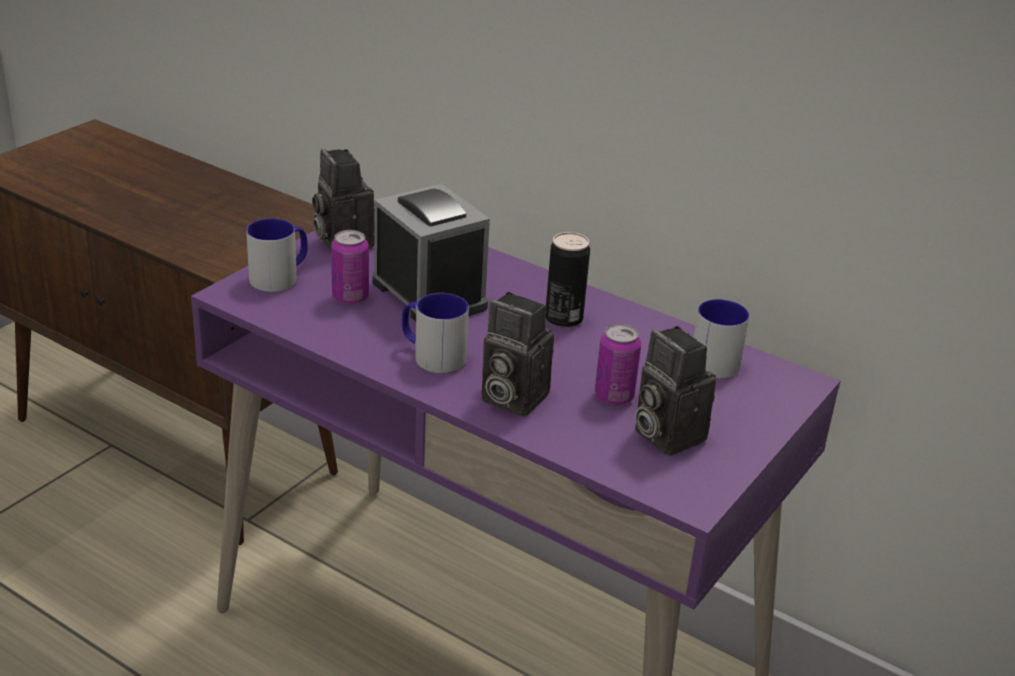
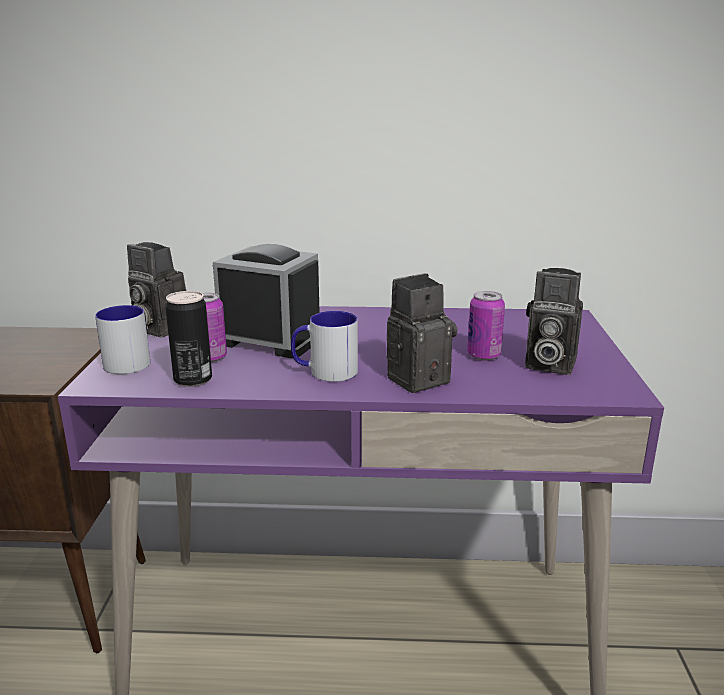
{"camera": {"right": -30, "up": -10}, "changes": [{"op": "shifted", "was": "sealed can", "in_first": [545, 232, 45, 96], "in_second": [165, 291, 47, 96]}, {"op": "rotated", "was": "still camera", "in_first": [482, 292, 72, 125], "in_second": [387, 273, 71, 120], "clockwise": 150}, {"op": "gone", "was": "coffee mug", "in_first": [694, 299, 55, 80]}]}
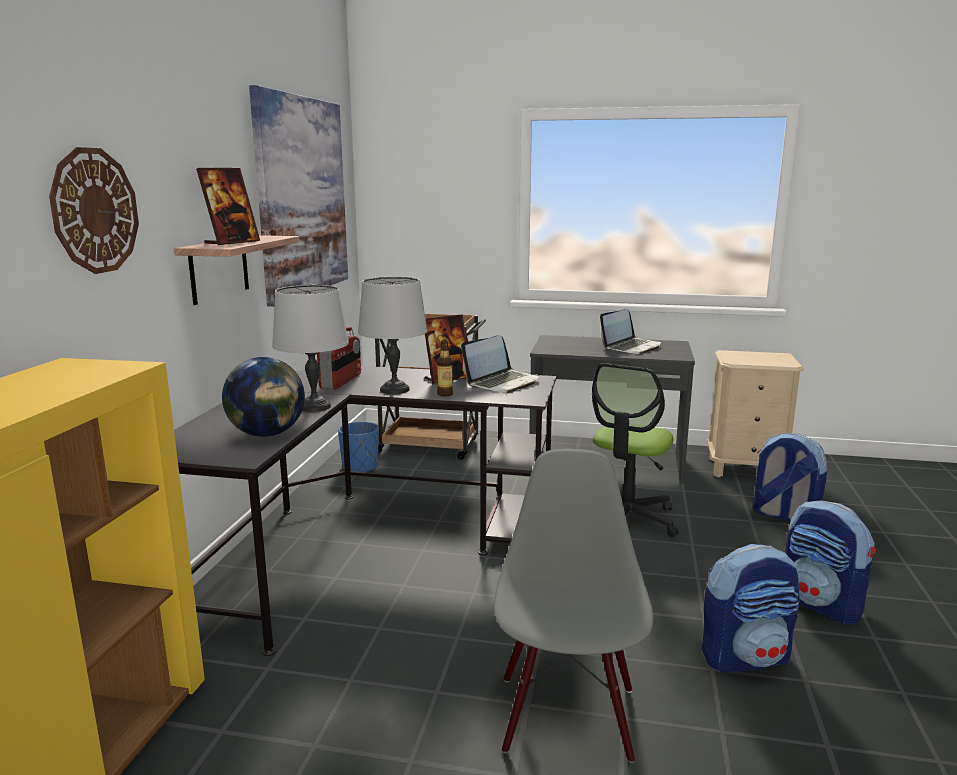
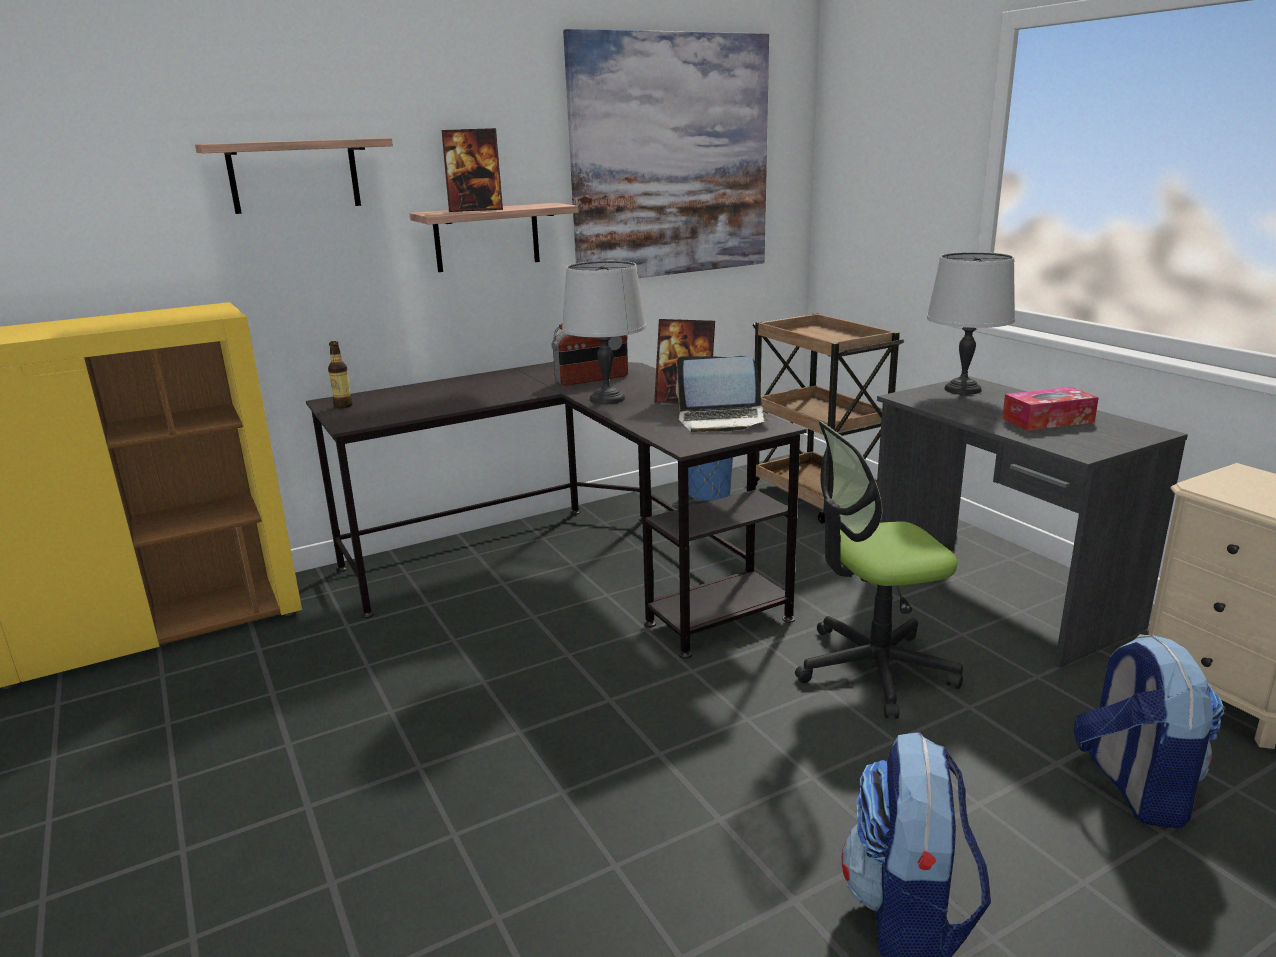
{"camera": {"right": 50, "up": 5}, "changes": [{"op": "swapped", "was": "clock on the wall", "now": "wall shelf", "in_first": [49, 147, 90, 127], "in_second": [195, 138, 198, 76]}, {"op": "shifted", "was": "drink bottle", "in_first": [437, 339, 16, 58], "in_second": [328, 341, 25, 67]}, {"op": "shifted", "was": "greyish lamp for a table", "in_first": [272, 285, 77, 127], "in_second": [927, 252, 88, 143]}, {"op": "swapped", "was": "notebook computer", "now": "box of tissues", "in_first": [600, 309, 61, 45], "in_second": [1002, 387, 97, 44]}, {"op": "gone", "was": "world globe", "in_first": [222, 357, 83, 80]}, {"op": "gone", "was": "greyish chair", "in_first": [494, 449, 160, 314]}, {"op": "gone", "was": "backpack", "in_first": [702, 544, 98, 129]}]}
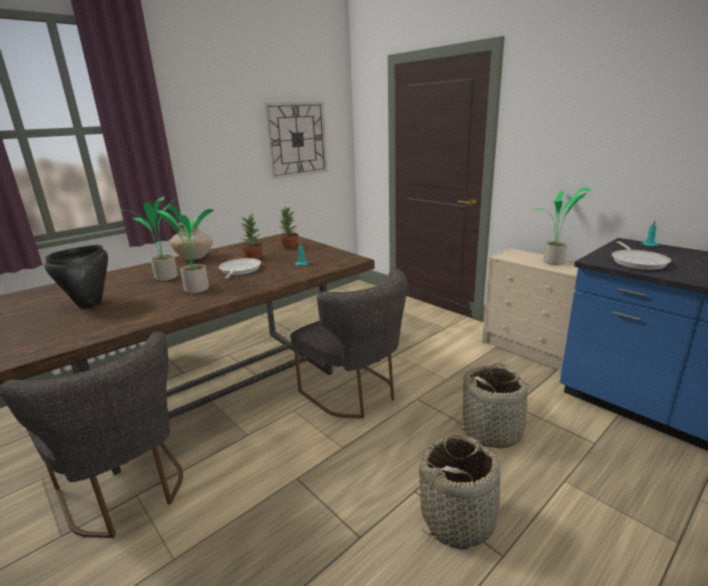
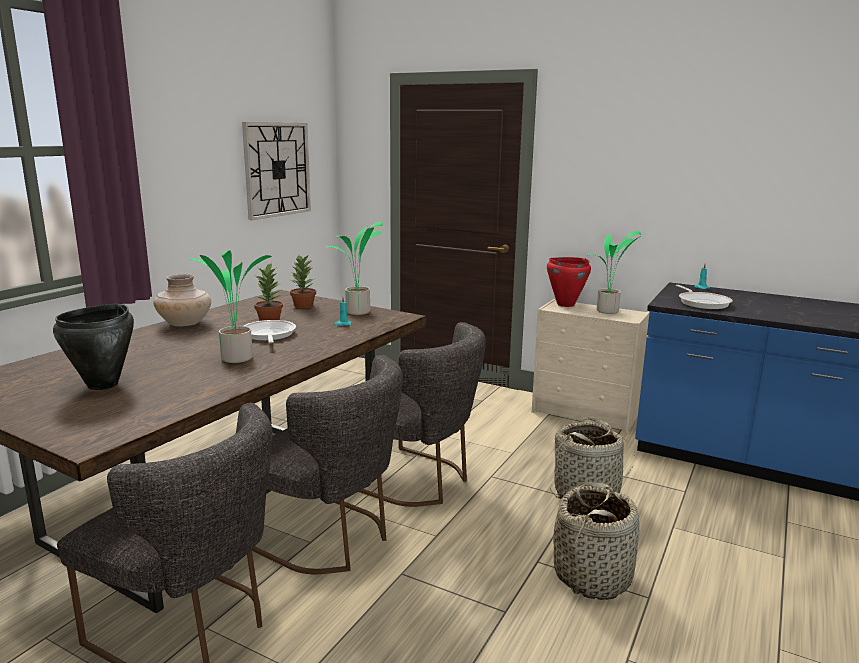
{"camera": {"right": -20, "up": -5}, "changes": [{"op": "new", "now": "greyish chair", "in_second": [252, 355, 151, 219]}, {"op": "shifted", "was": "plant in a pot", "in_first": [119, 197, 59, 84], "in_second": [327, 222, 56, 93]}, {"op": "new", "now": "red stockpot", "in_second": [547, 257, 44, 50]}]}
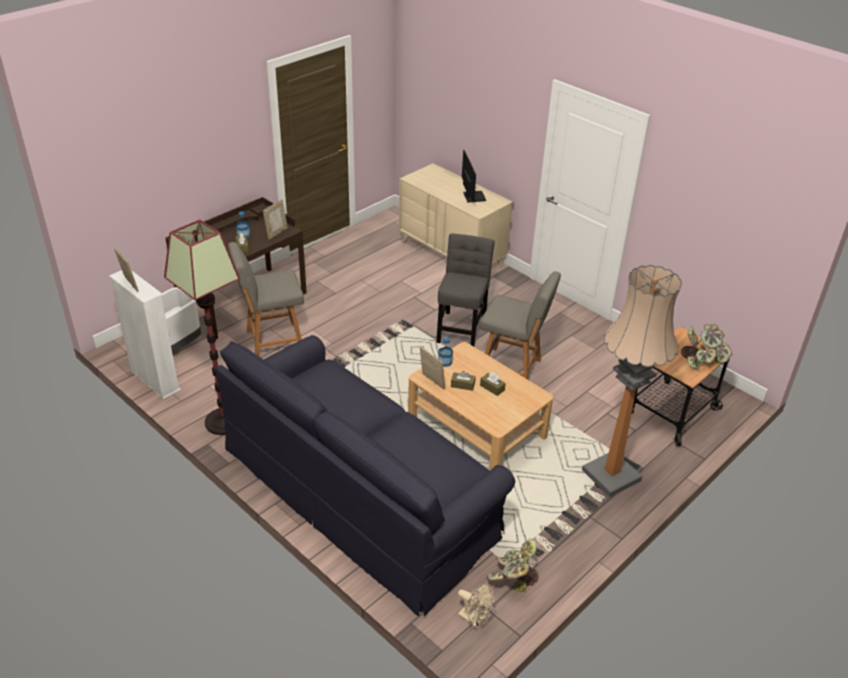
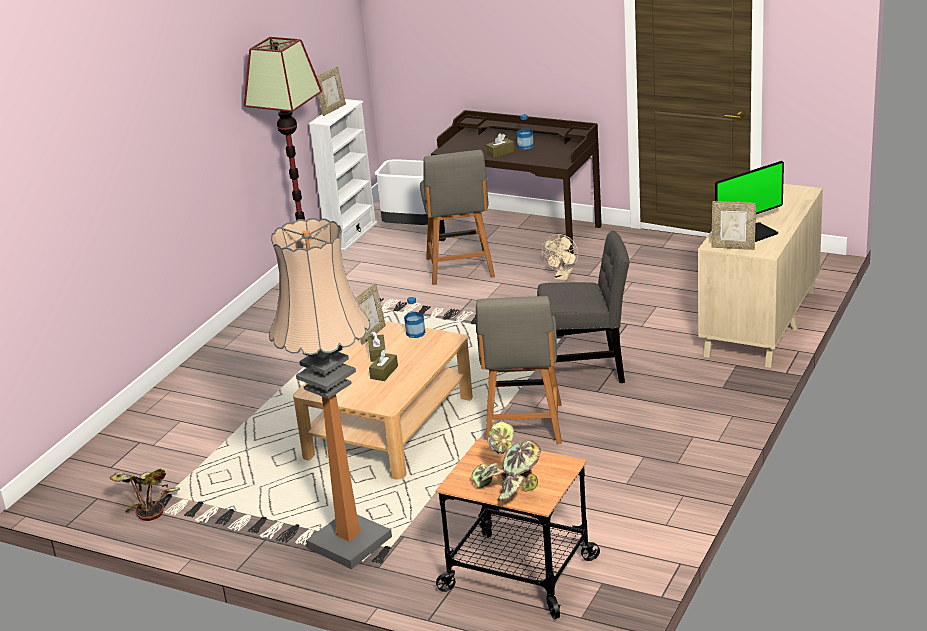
{"camera": {"right": 75, "up": -10}, "changes": [{"op": "rotated", "was": "greyish chair", "in_first": [228, 242, 76, 114], "in_second": [420, 150, 75, 135], "clockwise": -150}, {"op": "shifted", "was": "sand-coloured cooling fan", "in_first": [458, 584, 37, 44], "in_second": [542, 234, 36, 47]}, {"op": "shifted", "was": "photo frame", "in_first": [263, 199, 25, 40], "in_second": [711, 201, 45, 49]}, {"op": "gone", "was": "black sofa", "in_first": [215, 335, 300, 281]}]}
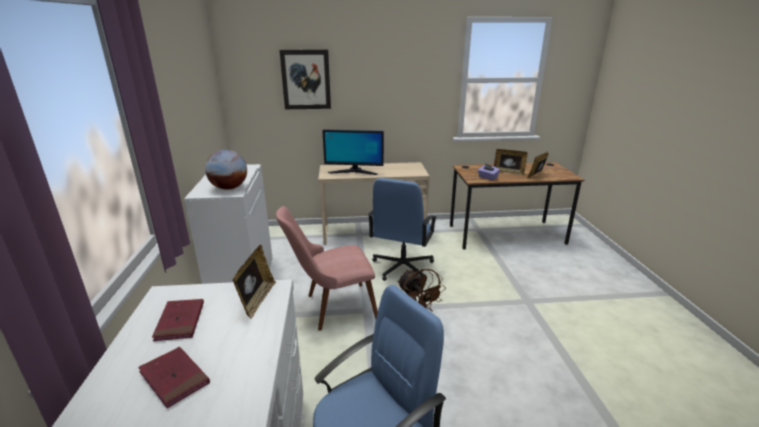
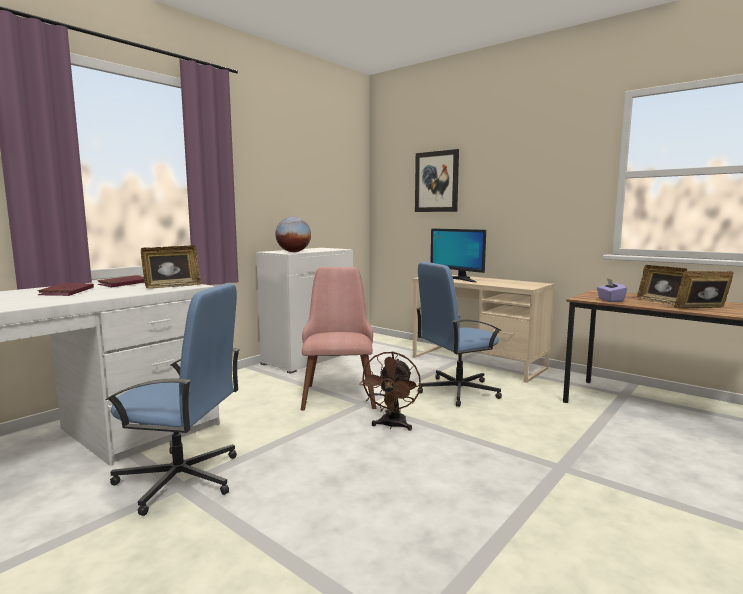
{"camera": {"right": 45, "up": -15}, "changes": [{"op": "rotated", "was": "pink-coloured chair", "in_first": [276, 206, 102, 125], "in_second": [301, 267, 75, 144], "clockwise": 60}]}
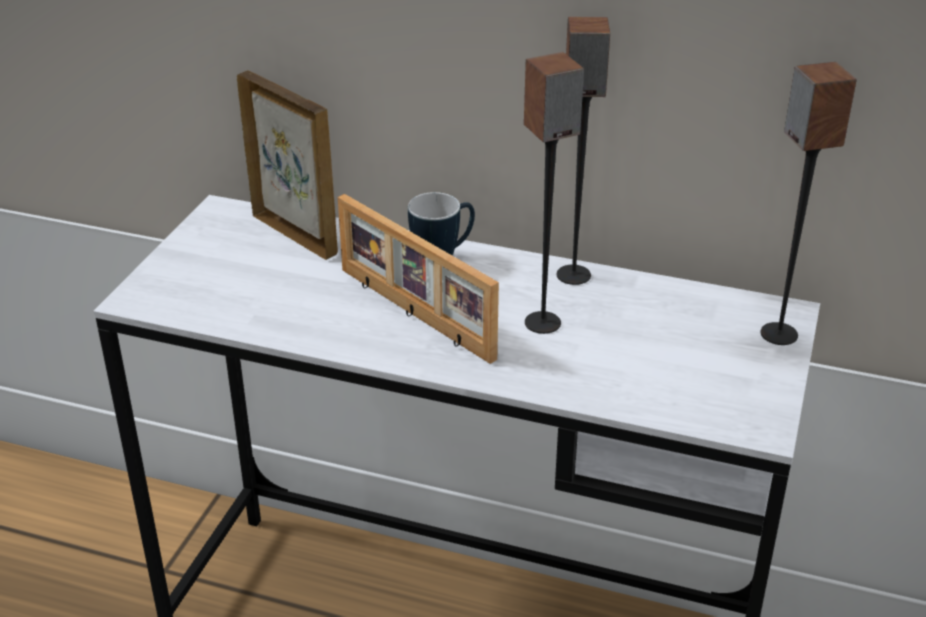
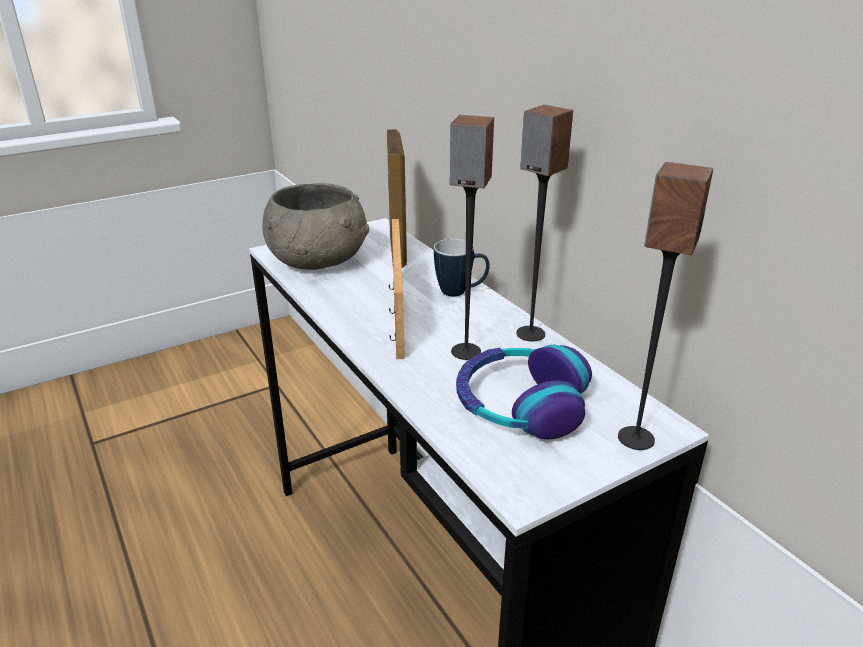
{"camera": {"right": 40, "up": -5}, "changes": [{"op": "new", "now": "greyish serving bowl", "in_second": [262, 183, 107, 87]}, {"op": "new", "now": "headphones", "in_second": [456, 345, 136, 94]}]}
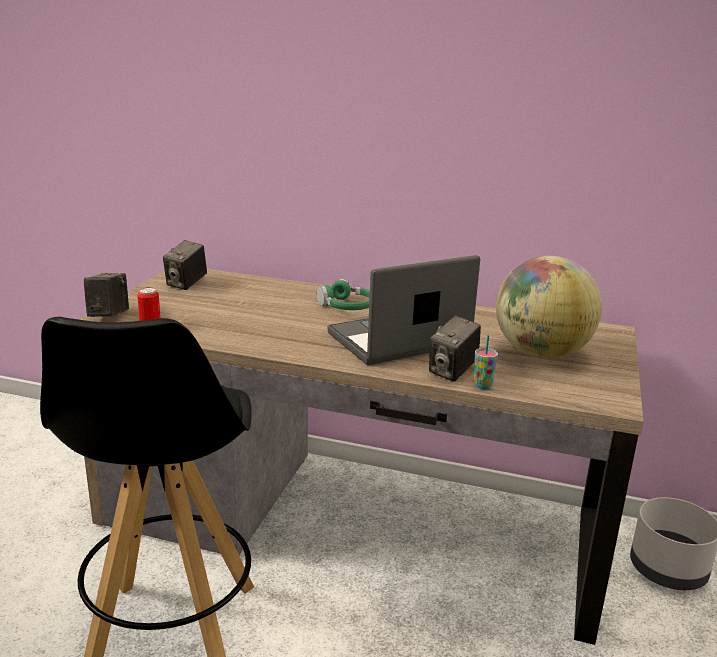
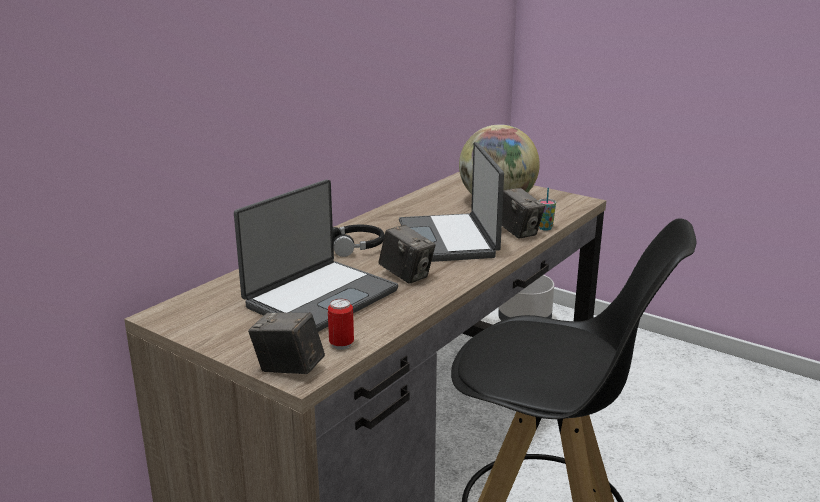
{"camera": {"right": -70, "up": 0}, "changes": [{"op": "new", "now": "notebook computer", "in_second": [234, 179, 164, 153]}, {"op": "repainted", "was": "greenish headphones", "now": "black headphones", "in_first": [317, 279, 53, 31], "in_second": [333, 225, 52, 32]}, {"op": "shifted", "was": "still camera", "in_first": [163, 240, 44, 50], "in_second": [378, 225, 57, 58]}]}
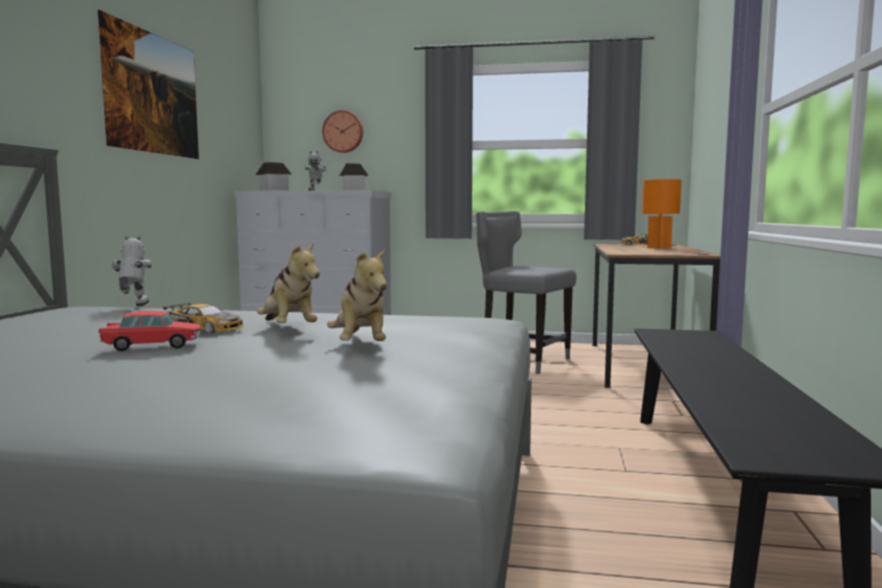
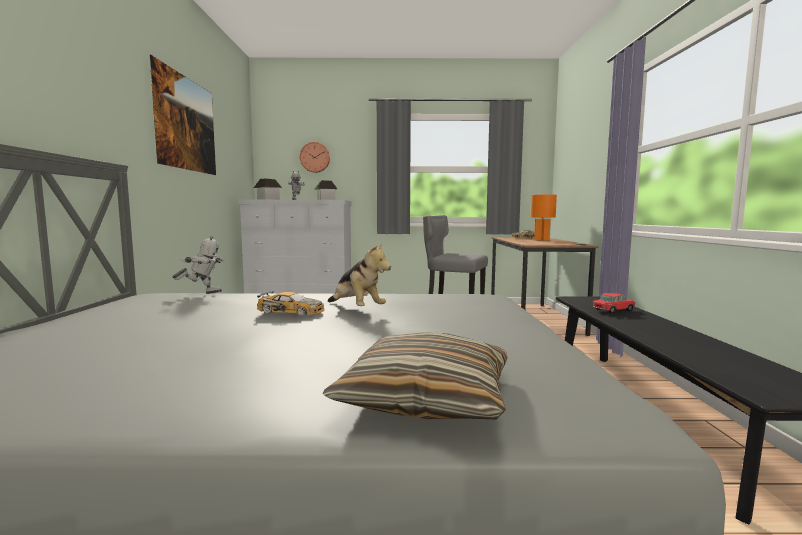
{"camera": {"right": -10, "up": 0}, "changes": [{"op": "rotated", "was": "toy robot", "in_first": [111, 235, 41, 71], "in_second": [172, 236, 53, 58], "clockwise": 90}, {"op": "new", "now": "throw pillow", "in_second": [323, 332, 185, 88]}, {"op": "shifted", "was": "model car", "in_first": [99, 311, 102, 40], "in_second": [592, 293, 44, 21]}, {"op": "gone", "was": "plush toy", "in_first": [327, 248, 60, 93]}]}
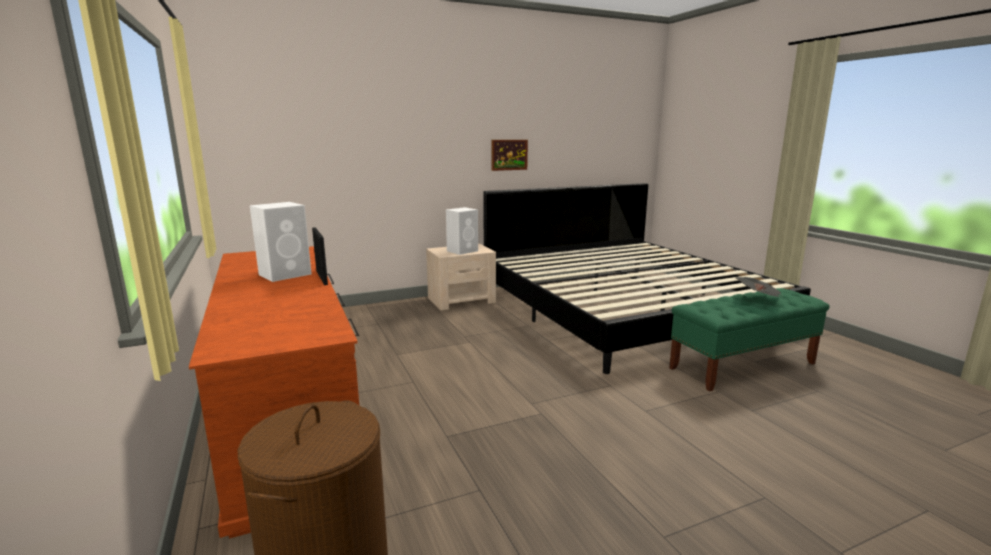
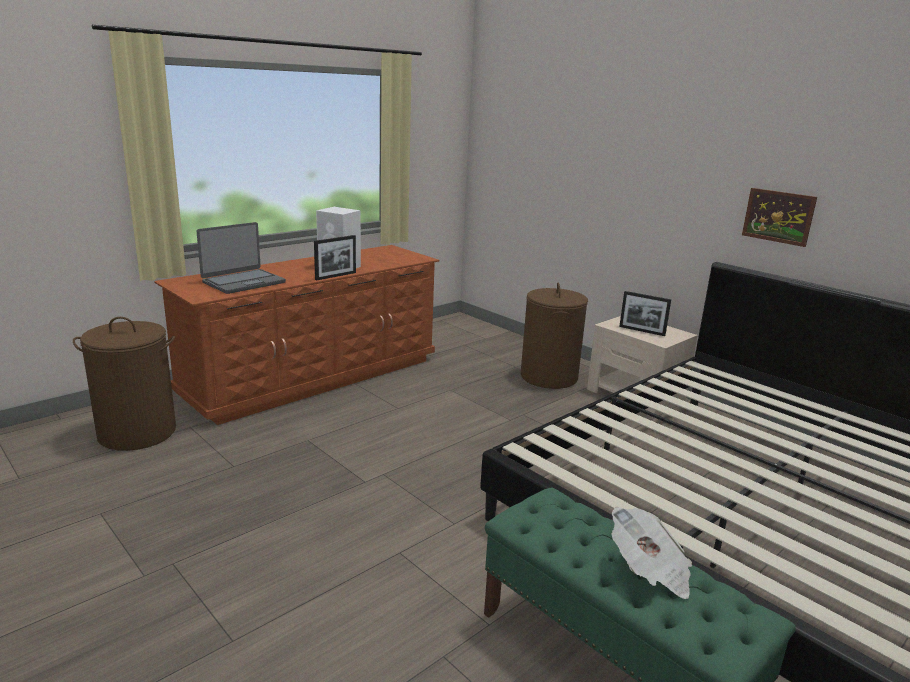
{"camera": {"right": 70, "up": 5}, "changes": [{"op": "new", "now": "notebook computer", "in_second": [196, 222, 90, 72]}, {"op": "new", "now": "brownish hamper", "in_second": [521, 282, 67, 107]}, {"op": "swapped", "was": "white-coloured loudspeaker", "now": "photo frame", "in_first": [446, 207, 32, 48], "in_second": [619, 291, 52, 45]}]}
